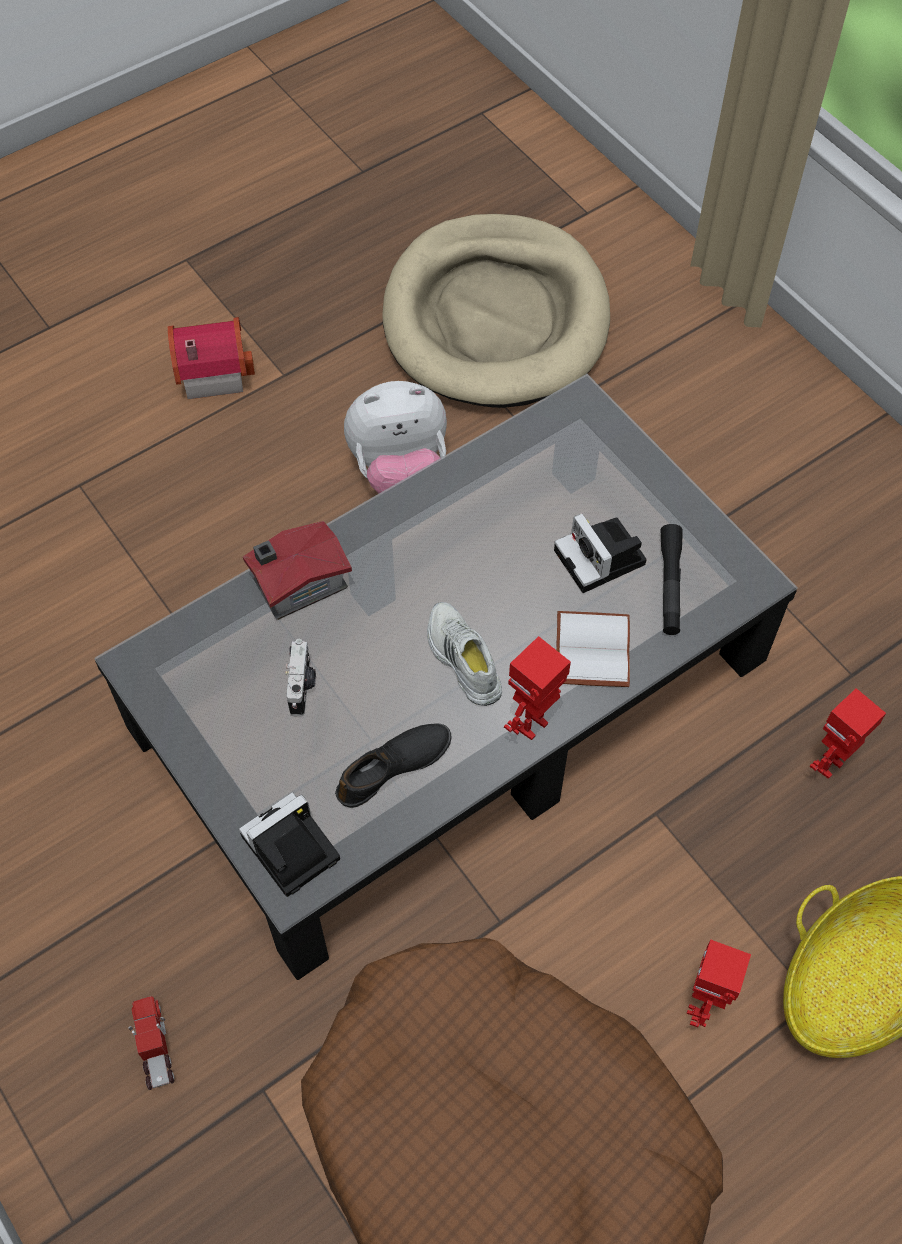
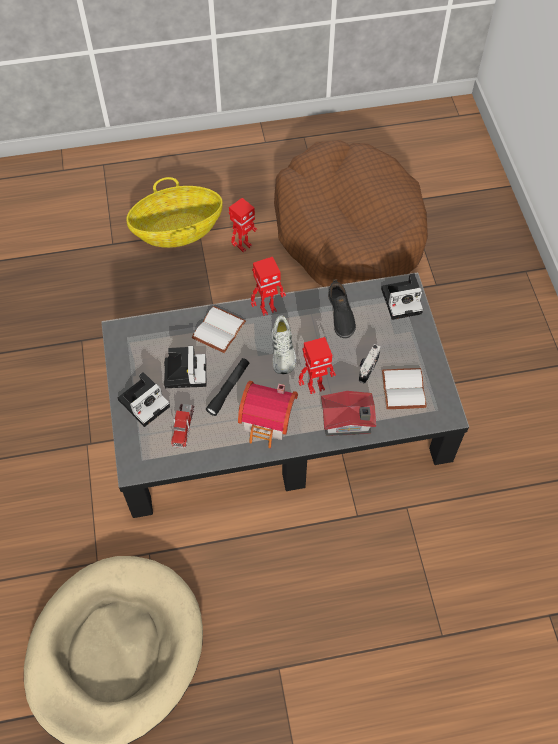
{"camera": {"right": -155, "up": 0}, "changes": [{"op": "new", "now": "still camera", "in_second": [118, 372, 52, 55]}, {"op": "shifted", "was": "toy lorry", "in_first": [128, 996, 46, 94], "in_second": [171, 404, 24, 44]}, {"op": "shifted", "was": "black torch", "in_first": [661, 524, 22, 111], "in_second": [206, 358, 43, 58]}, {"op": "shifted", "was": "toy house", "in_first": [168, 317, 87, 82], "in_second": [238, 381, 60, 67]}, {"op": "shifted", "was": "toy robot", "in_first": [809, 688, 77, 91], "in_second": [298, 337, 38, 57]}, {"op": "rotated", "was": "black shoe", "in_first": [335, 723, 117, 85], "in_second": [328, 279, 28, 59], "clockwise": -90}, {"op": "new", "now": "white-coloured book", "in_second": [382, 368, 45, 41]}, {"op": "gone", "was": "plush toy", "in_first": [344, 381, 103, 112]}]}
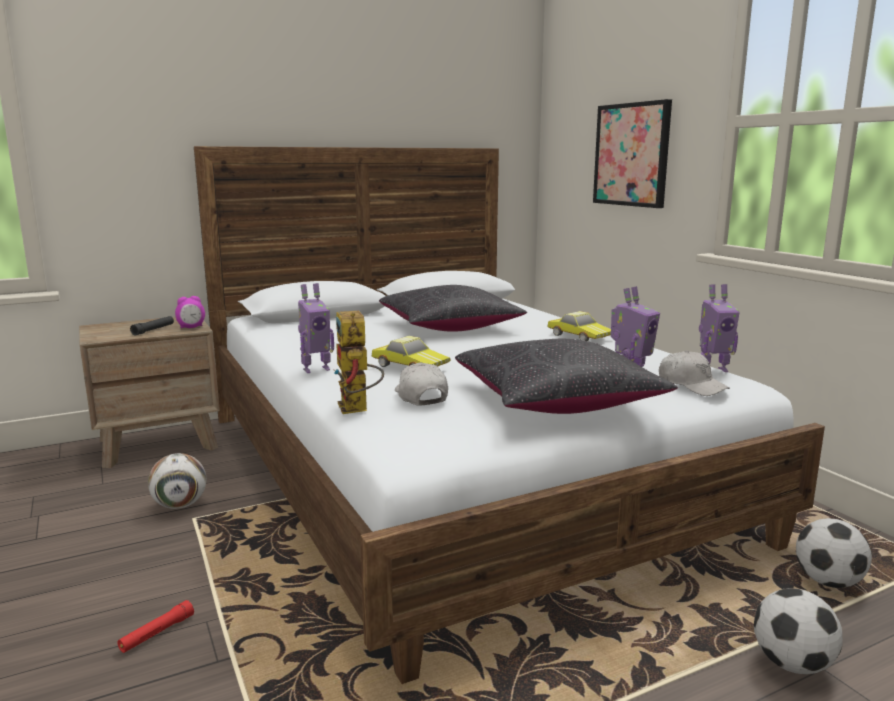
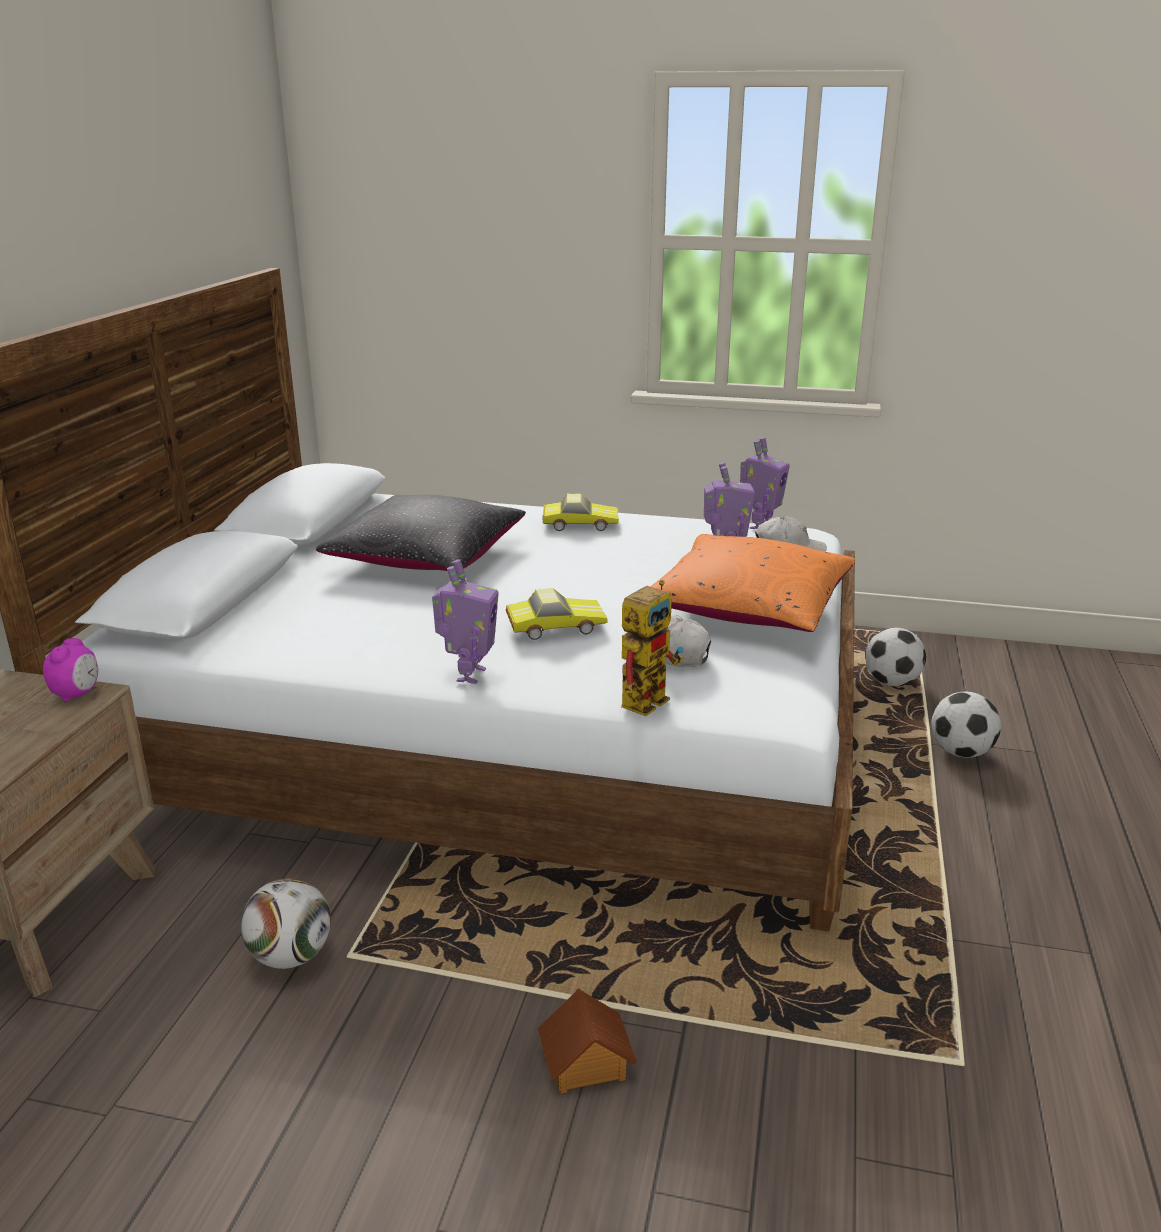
{"camera": {"right": -50, "up": 10}, "changes": [{"op": "swapped", "was": "red torch", "now": "toy house", "in_first": [117, 600, 77, 53], "in_second": [538, 988, 99, 105]}, {"op": "rotated", "was": "toy robot", "in_first": [334, 311, 50, 103], "in_second": [621, 580, 62, 136], "clockwise": -75}, {"op": "repainted", "was": "black throw pillow", "now": "orange-coloured throw pillow", "in_first": [455, 339, 223, 75], "in_second": [650, 534, 205, 98]}, {"op": "gone", "was": "black torch", "in_first": [130, 316, 44, 19]}, {"op": "gone", "was": "wall art", "in_first": [593, 99, 79, 109]}]}
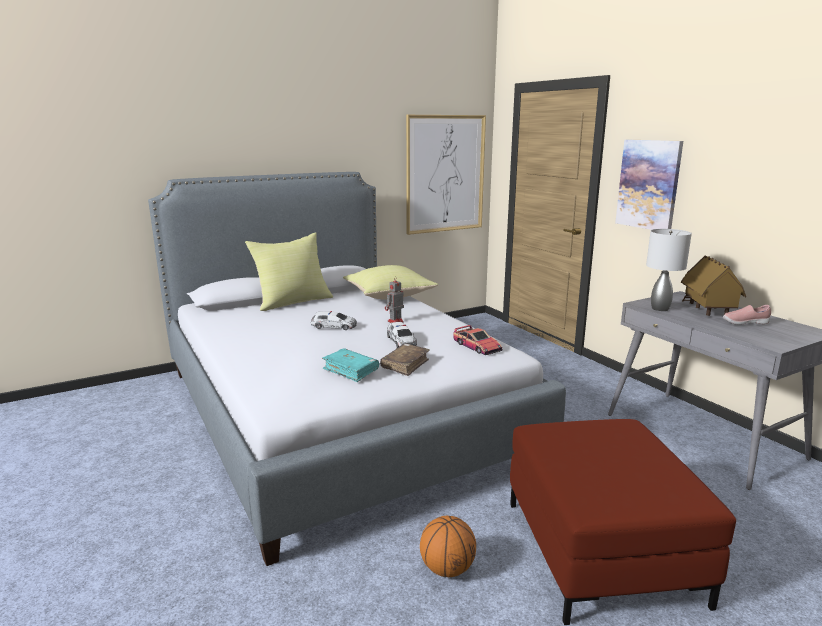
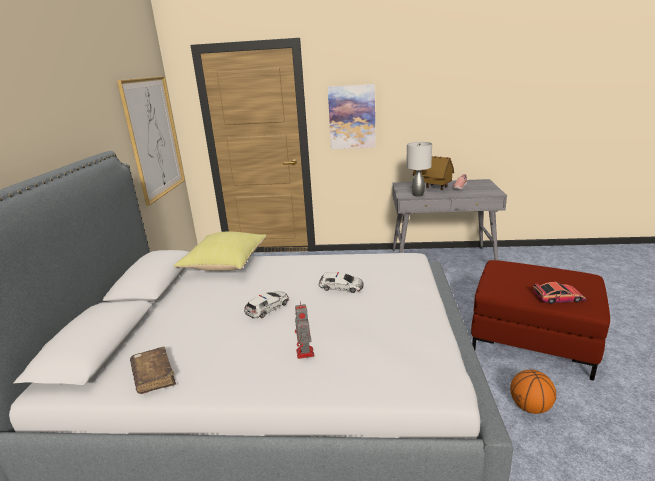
{"camera": {"right": -55, "up": 5}, "changes": [{"op": "shifted", "was": "brownish book", "in_first": [380, 343, 50, 33], "in_second": [130, 347, 46, 47]}, {"op": "shifted", "was": "toy robot", "in_first": [385, 276, 19, 47], "in_second": [295, 301, 19, 58]}, {"op": "shifted", "was": "model car", "in_first": [453, 325, 49, 30], "in_second": [533, 282, 53, 22]}, {"op": "gone", "was": "yellow throw pillow", "in_first": [245, 232, 88, 79]}, {"op": "gone", "was": "turquoise-coloured book", "in_first": [322, 348, 57, 34]}]}
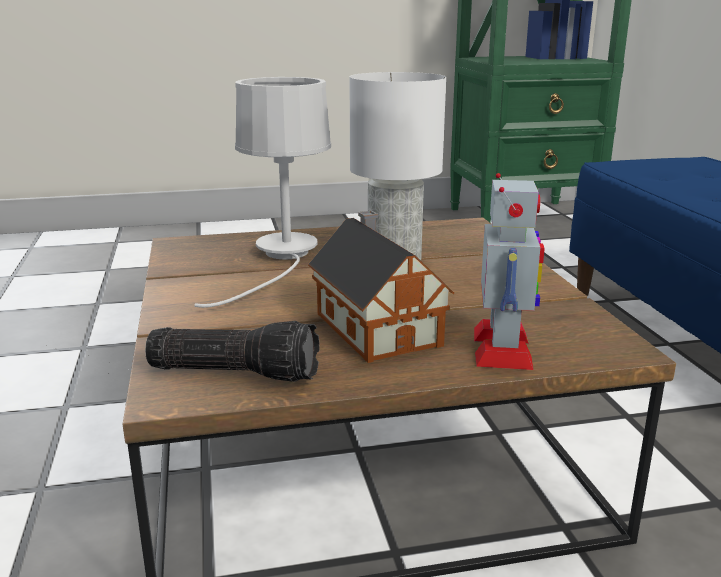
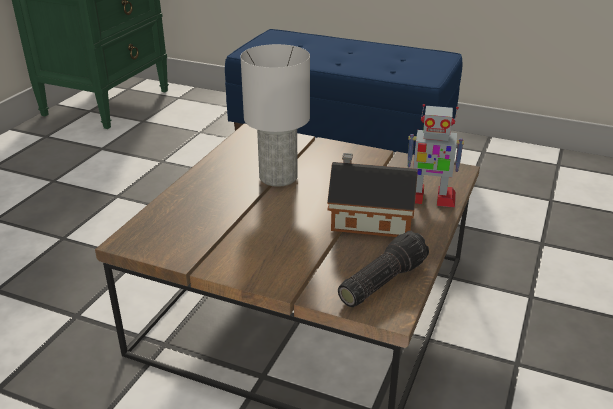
{"camera": {"right": -55, "up": 10}, "changes": [{"op": "rotated", "was": "toy robot", "in_first": [474, 173, 71, 197], "in_second": [408, 104, 56, 104], "clockwise": 150}, {"op": "gone", "was": "white-coloured lamp for a table", "in_first": [194, 77, 137, 231]}]}
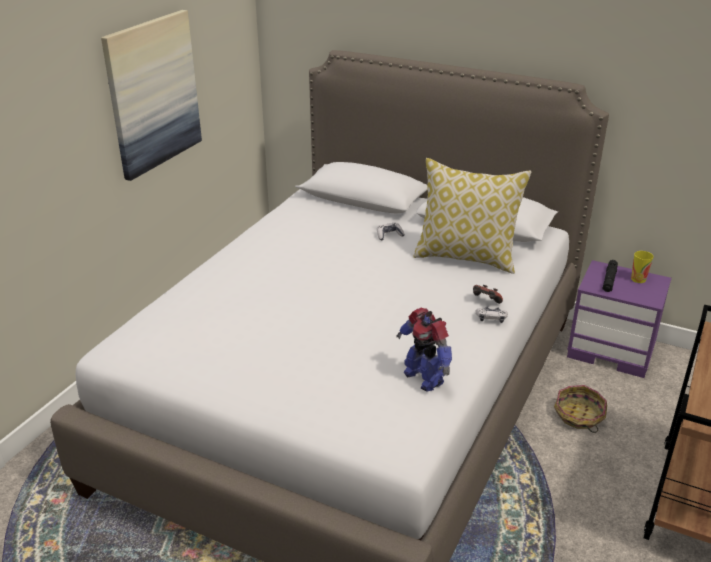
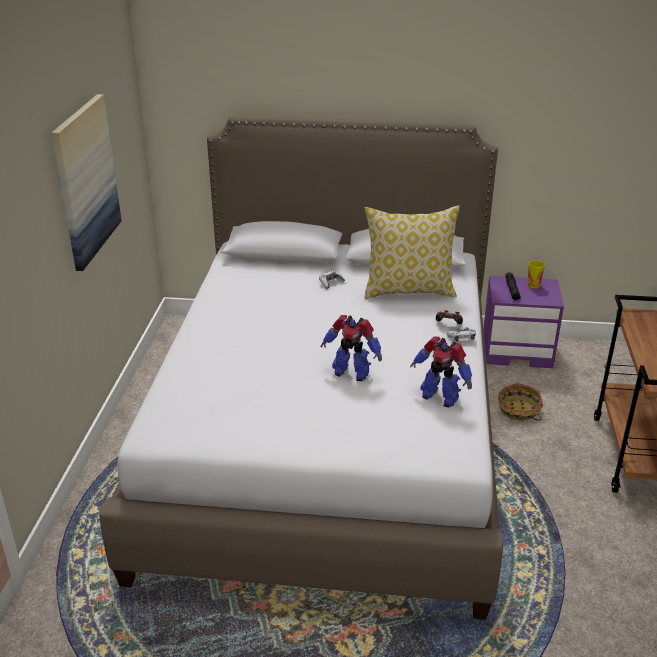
{"camera": {"right": -20, "up": 0}, "changes": [{"op": "new", "now": "toy robot", "in_second": [320, 315, 62, 66]}]}
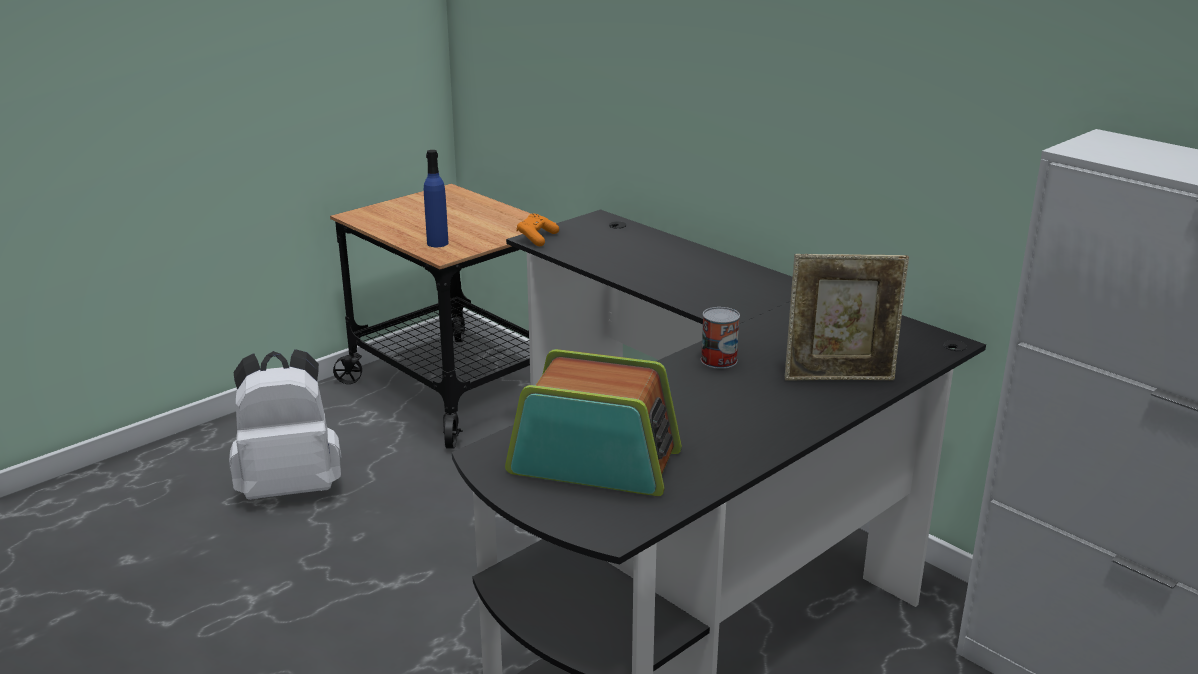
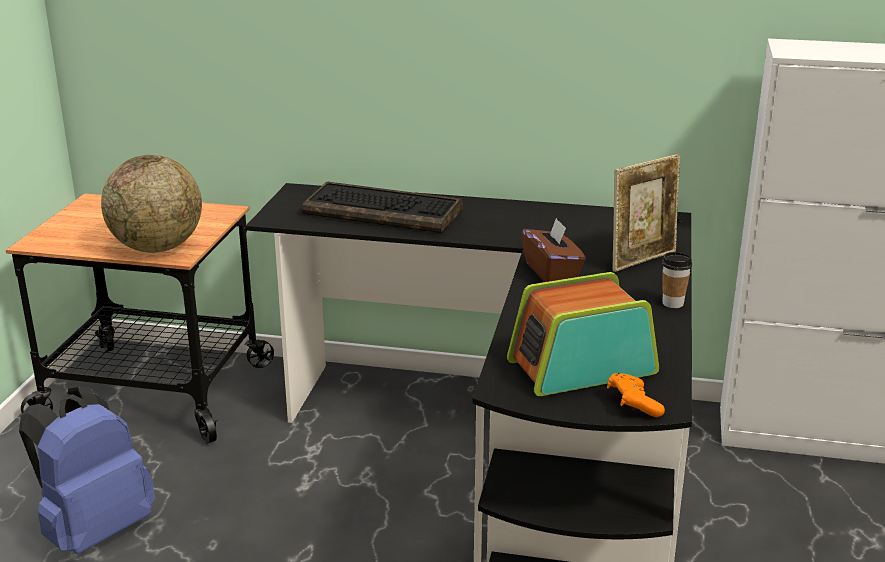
{"camera": {"right": -35, "up": 0}, "changes": [{"op": "repainted", "was": "white-coloured backpack", "now": "blue-coloured backpack", "in_first": [229, 349, 112, 151], "in_second": [19, 387, 136, 167]}, {"op": "swapped", "was": "blue-coloured drink bottle", "now": "world globe", "in_first": [424, 150, 24, 97], "in_second": [101, 155, 101, 98]}, {"op": "new", "now": "computer keyboard", "in_second": [302, 182, 161, 51]}, {"op": "swapped", "was": "sealed can", "now": "brownish box of tissues", "in_first": [701, 307, 39, 62], "in_second": [521, 218, 65, 64]}, {"op": "shifted", "was": "orange-coloured game controller", "in_first": [516, 214, 43, 32], "in_second": [607, 373, 58, 44]}, {"op": "new", "now": "cup", "in_second": [662, 252, 30, 56]}]}
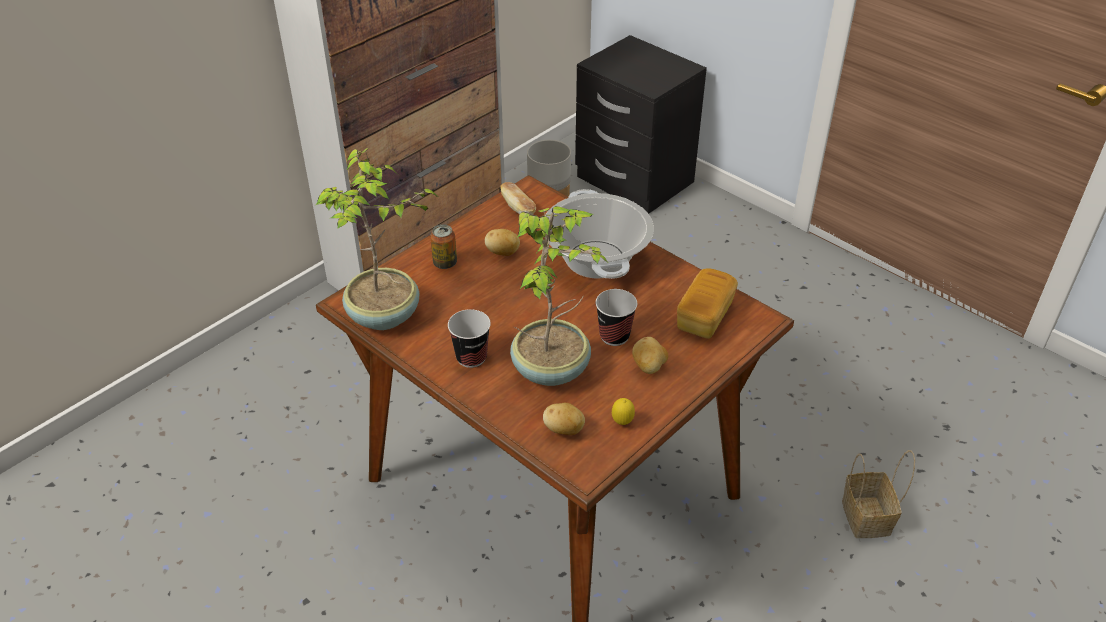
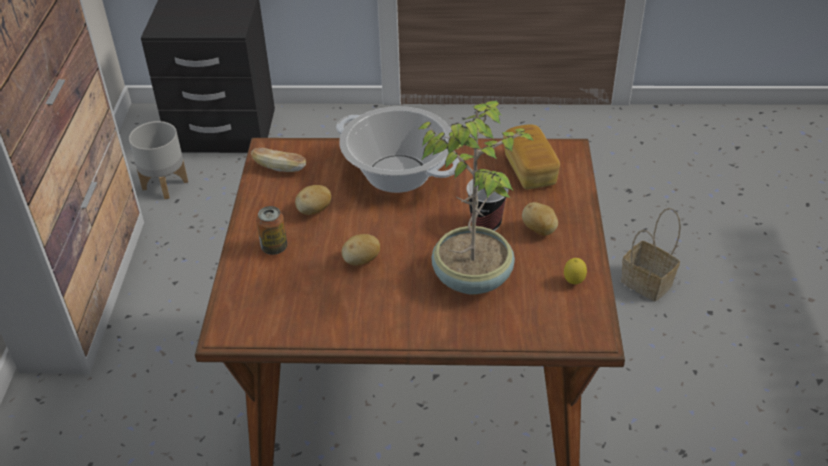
{"camera": {"right": -40, "up": 0}, "changes": [{"op": "shifted", "was": "potato", "in_first": [543, 403, 42, 32], "in_second": [341, 234, 39, 32]}, {"op": "gone", "was": "plant in a pot", "in_first": [316, 148, 122, 182]}, {"op": "gone", "was": "cup", "in_first": [448, 309, 43, 59]}]}
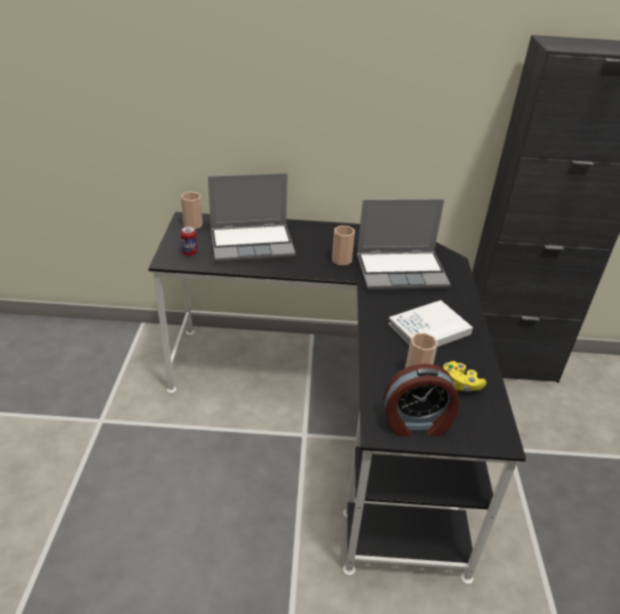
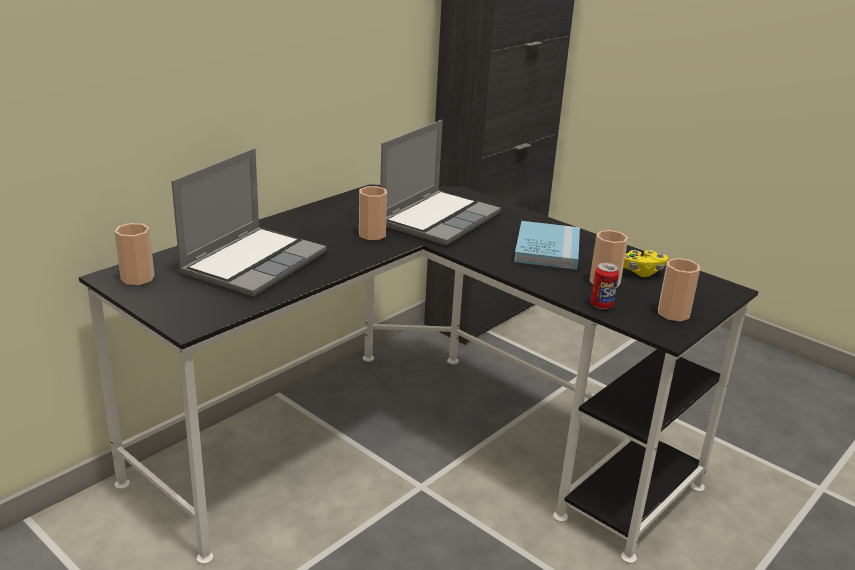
{"camera": {"right": -50, "up": -10}, "changes": [{"op": "repainted", "was": "white-coloured book", "now": "blue-coloured book", "in_first": [388, 300, 85, 47], "in_second": [514, 221, 66, 49]}, {"op": "shifted", "was": "sealed can", "in_first": [181, 226, 16, 30], "in_second": [591, 263, 28, 46]}, {"op": "swapped", "was": "alarm clock", "now": "cup", "in_first": [383, 364, 76, 72], "in_second": [658, 258, 42, 63]}]}
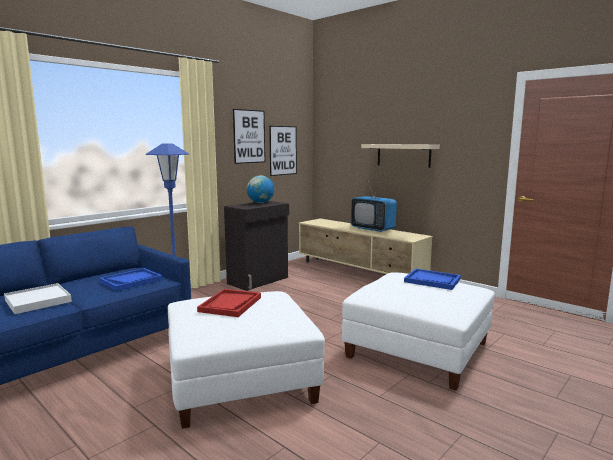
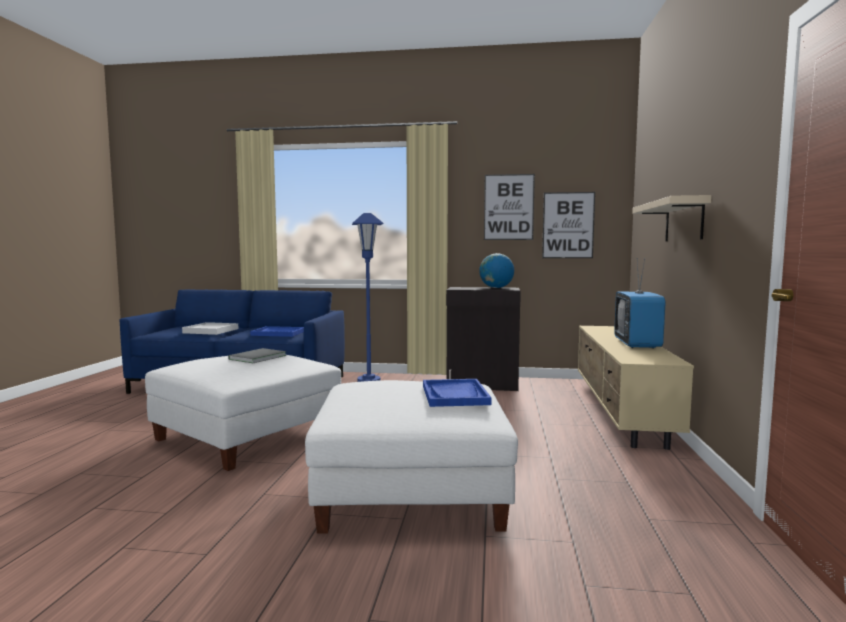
{"camera": {"right": 55, "up": -5}, "changes": [{"op": "swapped", "was": "red carrying tray", "now": "greyish book", "in_first": [197, 289, 64, 28], "in_second": [228, 348, 58, 15]}]}
